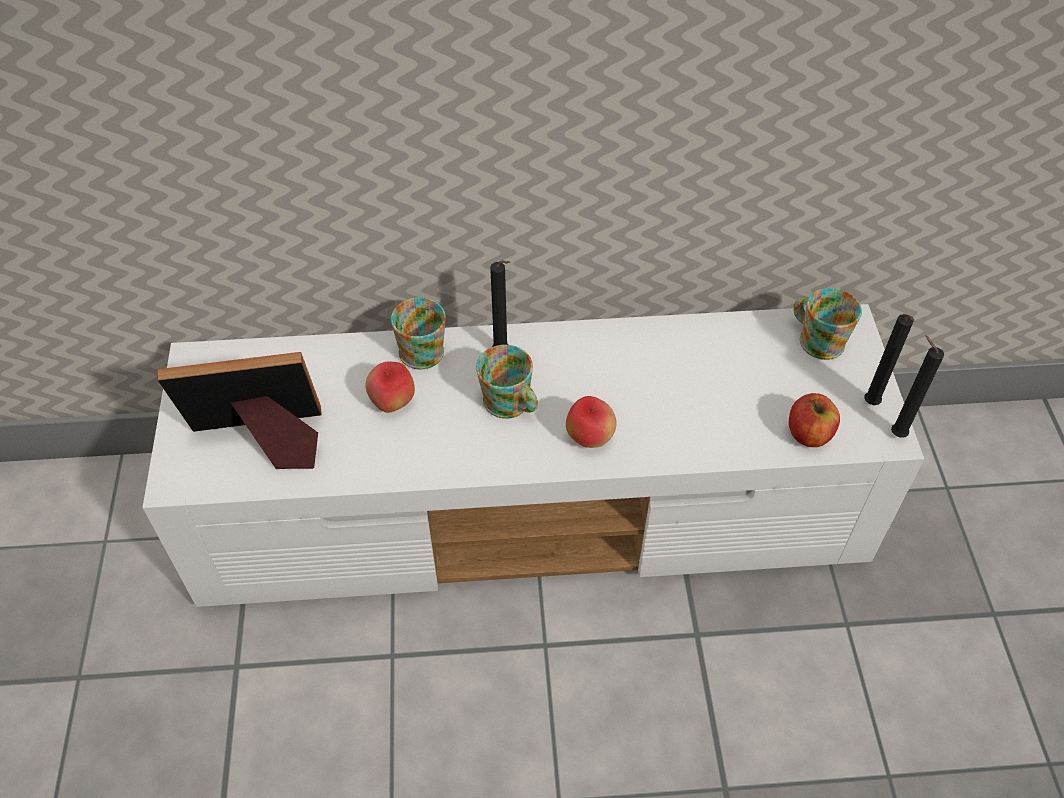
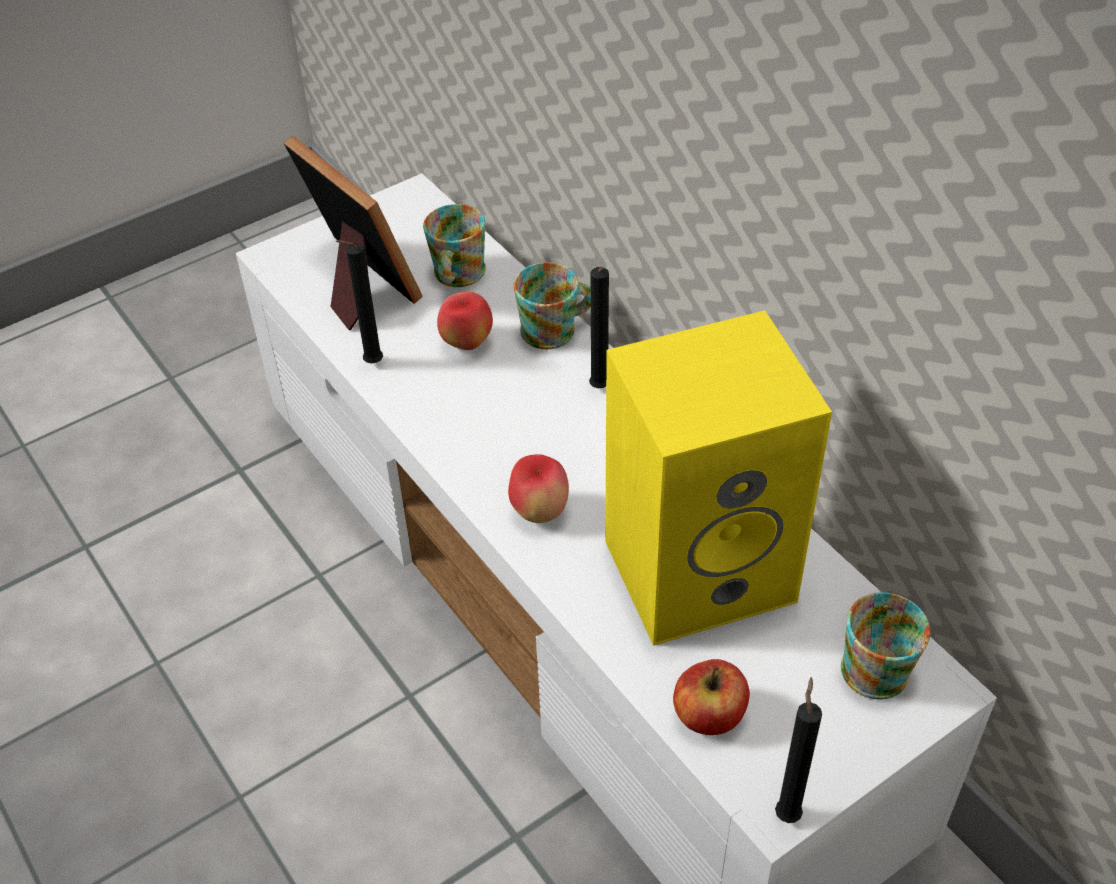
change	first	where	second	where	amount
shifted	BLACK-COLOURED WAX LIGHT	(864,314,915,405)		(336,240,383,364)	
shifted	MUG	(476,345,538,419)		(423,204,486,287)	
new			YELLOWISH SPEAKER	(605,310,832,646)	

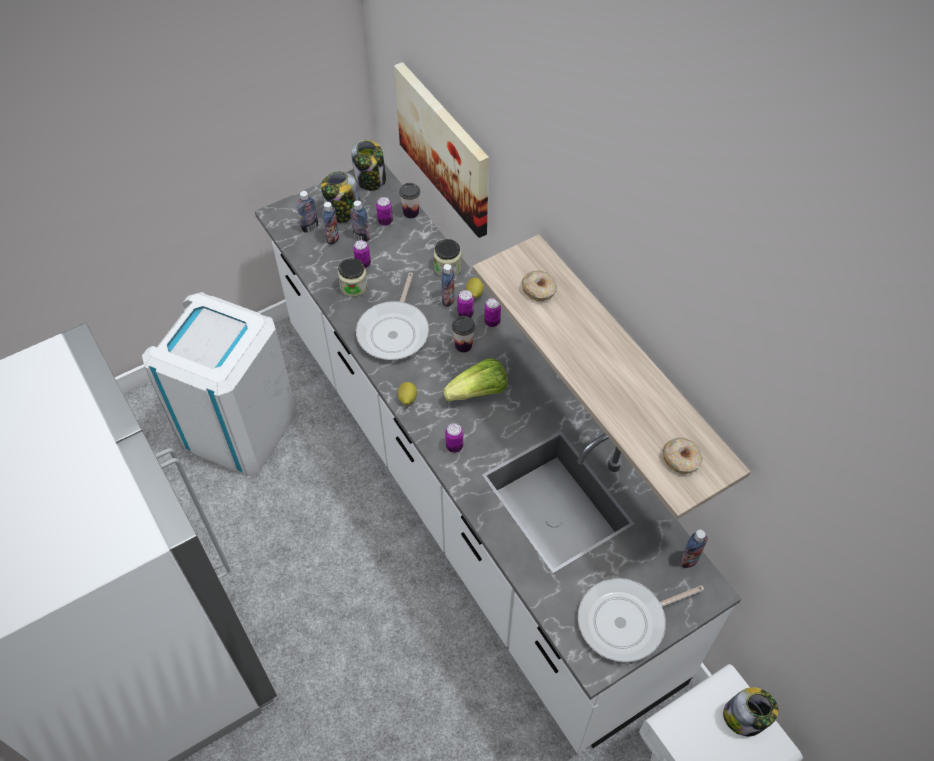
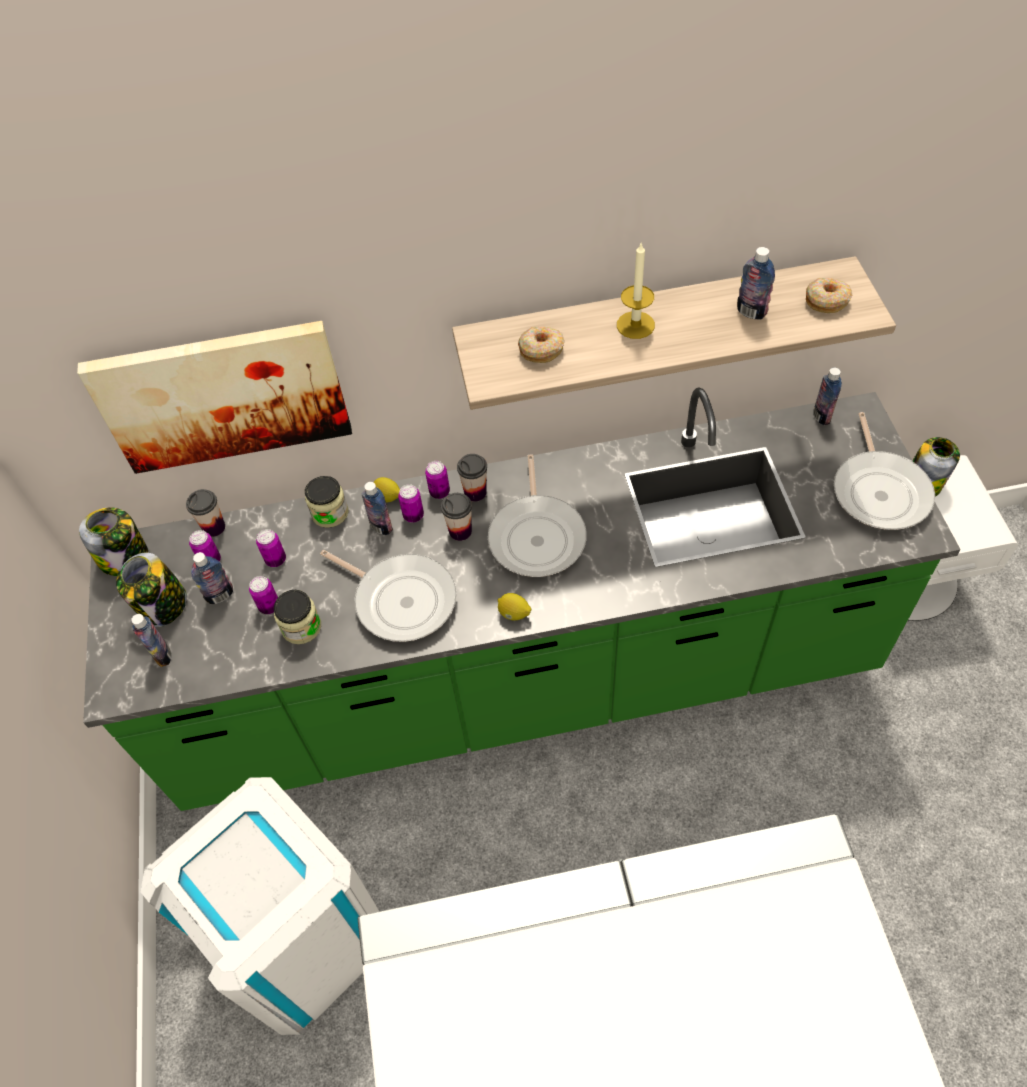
change	first	where	second	where	amount
repainted	WHITE KITCHEN BASE UNIT	(255,163,741,754)	GREEN-COLOURED KITCHEN BASE UNIT	(83,388,961,811)	
shifted	CAN	(445,423,463,453)		(256,529,286,567)	
new			DRINKING CUP	(457,454,487,502)	
swapped	LETTUCE HEAD	(443,358,508,401)	PAN	(488,454,587,577)	
new			WAX LIGHT	(617,243,655,339)	
shifted	BEVERAGE BOTTLE	(322,202,339,245)		(737,247,775,320)	

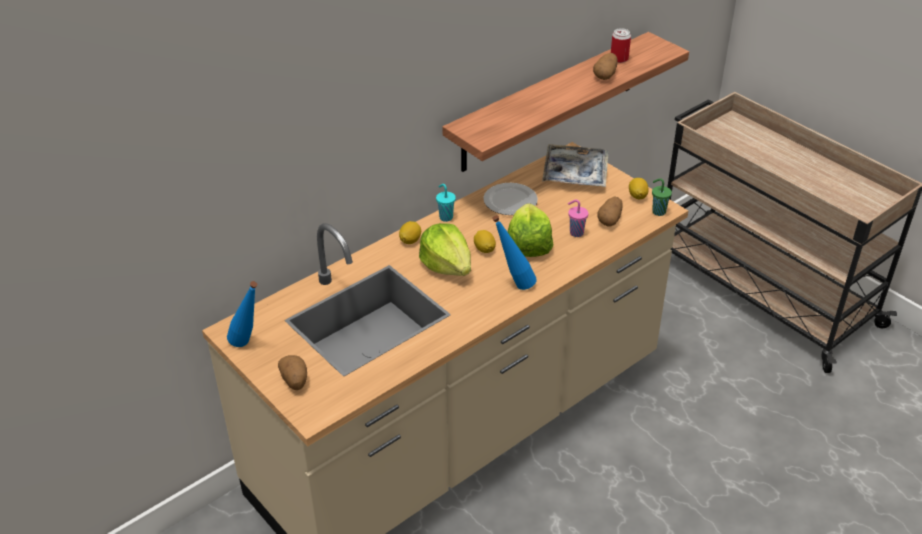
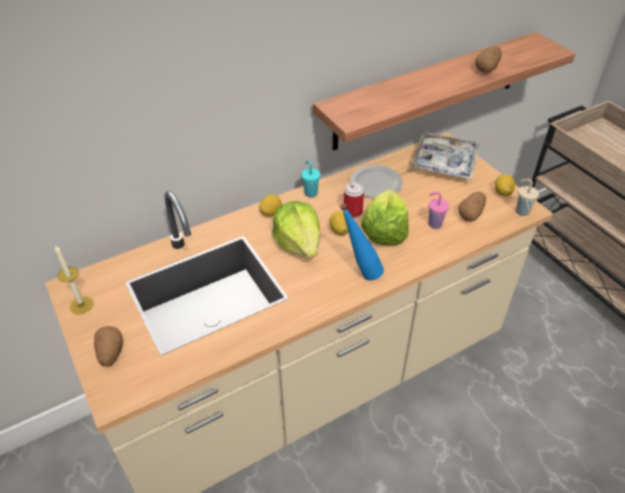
change	first	where	second	where	amount
swapped	BLUE-COLOURED BEVERAGE BOTTLE	(227,281,257,347)	WAX LIGHT	(55,246,93,314)	
shifted	CAN	(611,28,631,63)		(343,182,364,217)	
repainted	GREEN-COLOURED DRINKING CUP	(652,178,672,216)	BEIGE-COLOURED DRINKING CUP	(516,179,539,216)	

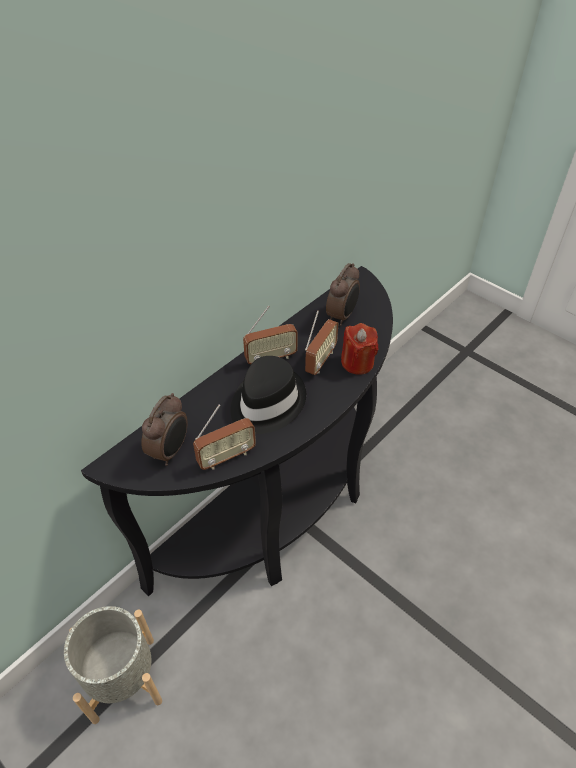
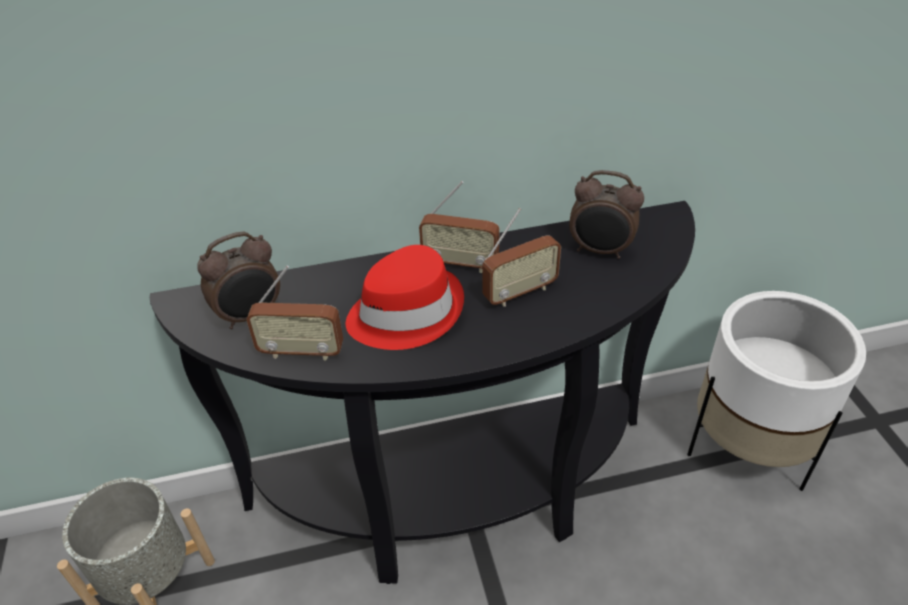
change	first	where	second	where	amount
repainted	BLACK-COLOURED CLOTHING HAT	(230,356,306,434)	REDDISH CLOTHING HAT	(346,245,464,350)	
rotated	ALARM CLOCK	(326,263,360,326)		(569,170,644,259)	45 degrees clockwise
new			WHITE FLOWER POT	(687,291,866,491)	
gone	REDDISH WAX LIGHT	(341,323,378,375)			

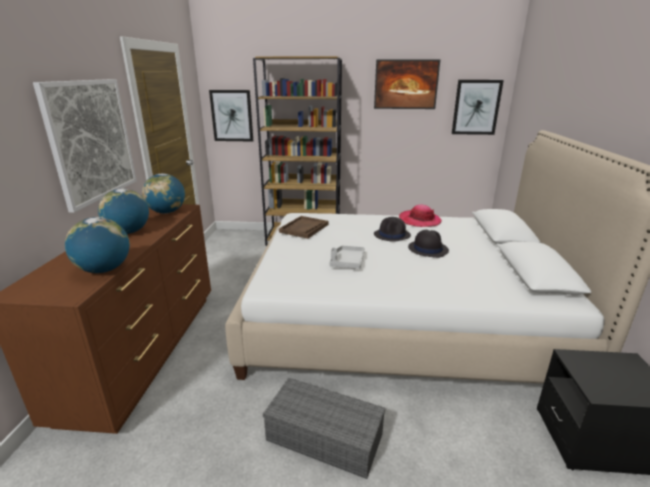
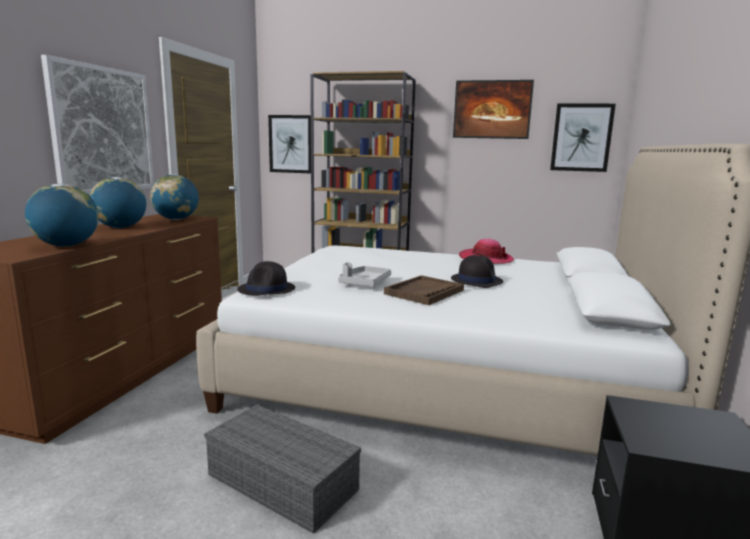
change	first	where	second	where	amount
shifted	BLACK-COLOURED CLOTHING HAT	(374,217,411,242)		(237,261,295,296)	
shifted	BROWN CARRYING TRAY	(279,216,329,239)		(384,275,464,305)	

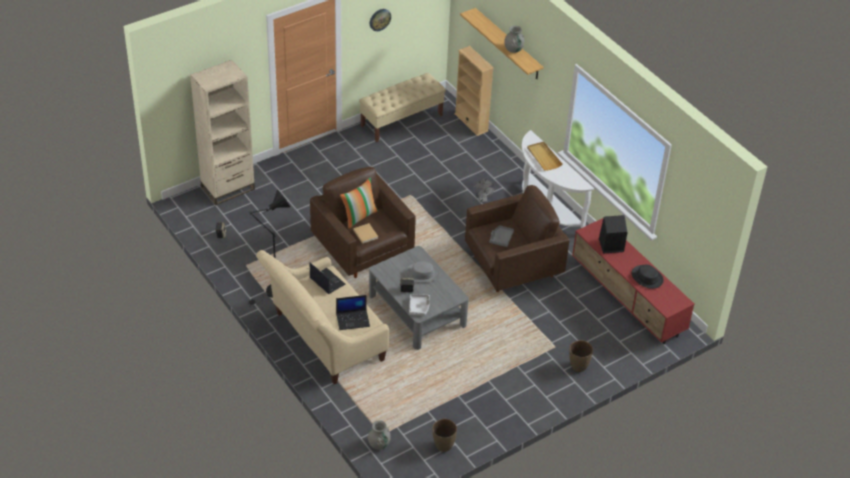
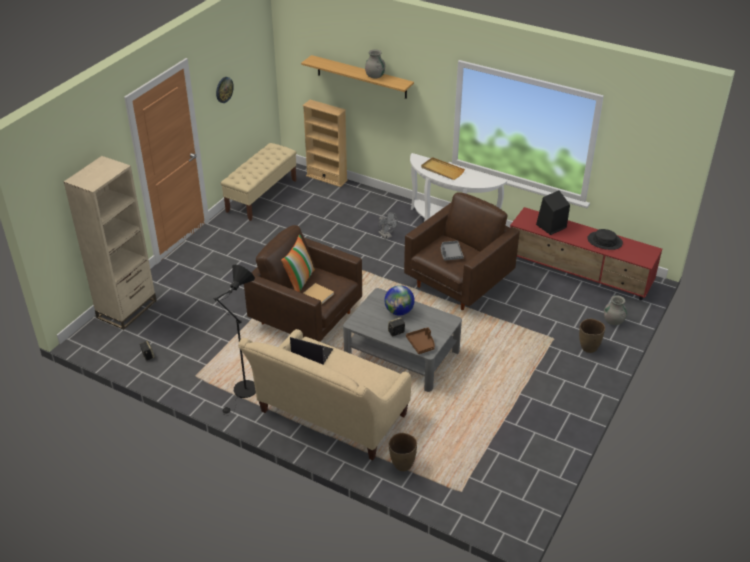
change	first	where	second	where	amount
swapped	GREY CLOTHING HAT	(405,261,440,283)	DESK GLOBE	(385,285,415,315)	
shifted	BROWN DECORATIVE VASE	(432,419,457,452)		(389,433,417,471)	
repainted	GREY CARRYING TRAY	(409,294,430,315)	BROWN CARRYING TRAY	(406,327,435,354)	
shifted	GREY DECORATIVE VASE	(368,420,391,450)		(604,295,627,325)	
gone	PORTABLE COMPUTER	(336,295,370,330)			

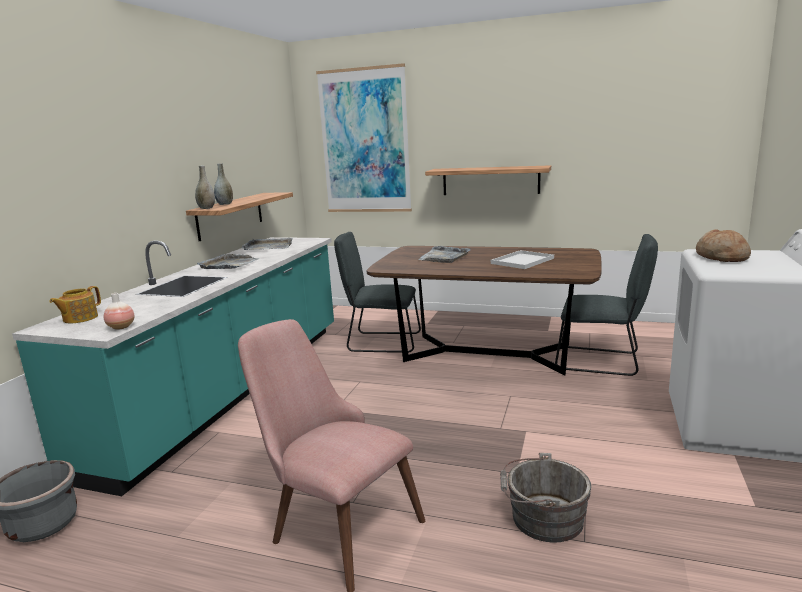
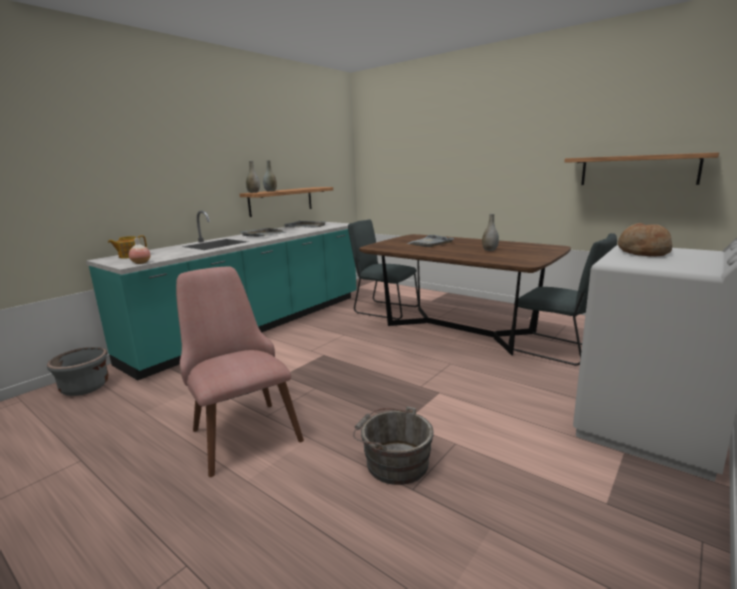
change	first	where	second	where	amount
swapped	WHITE CARRYING TRAY	(491,250,554,269)	GREY DECORATIVE VASE	(482,214,499,251)	
shifted	BRACKET SHELF	(425,165,551,195)		(565,152,719,185)	
gone	WALL ART	(316,63,412,212)			

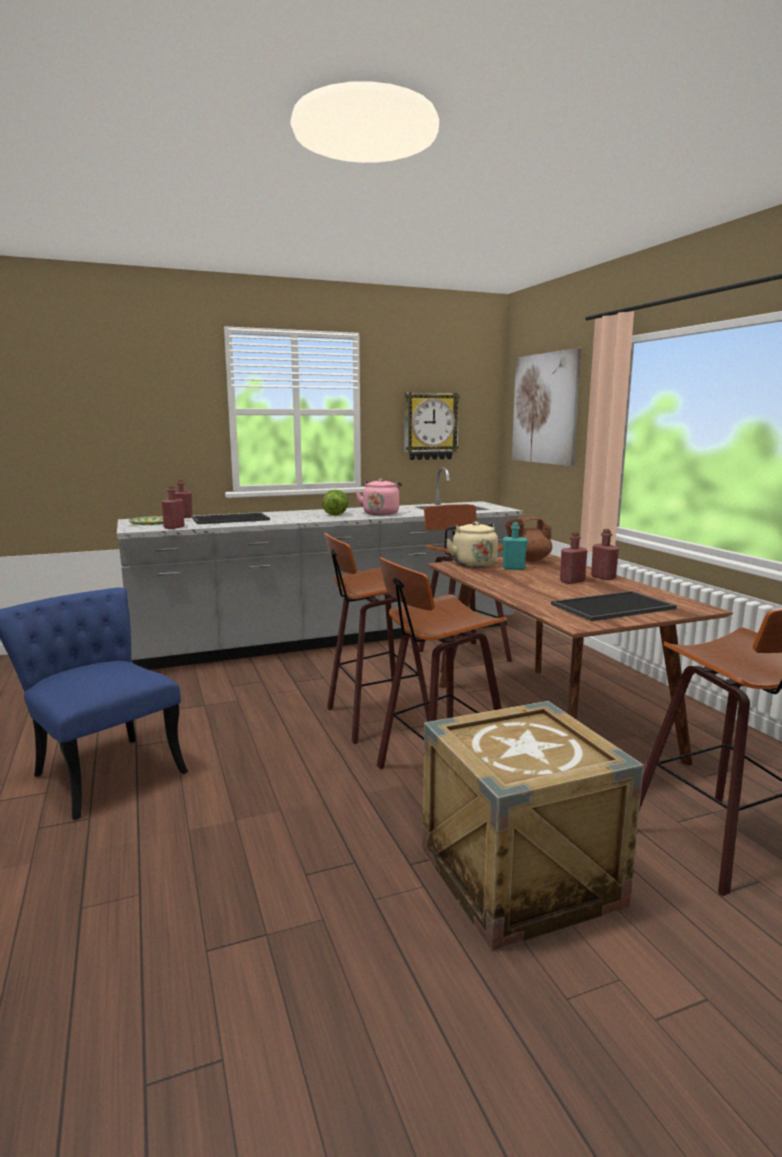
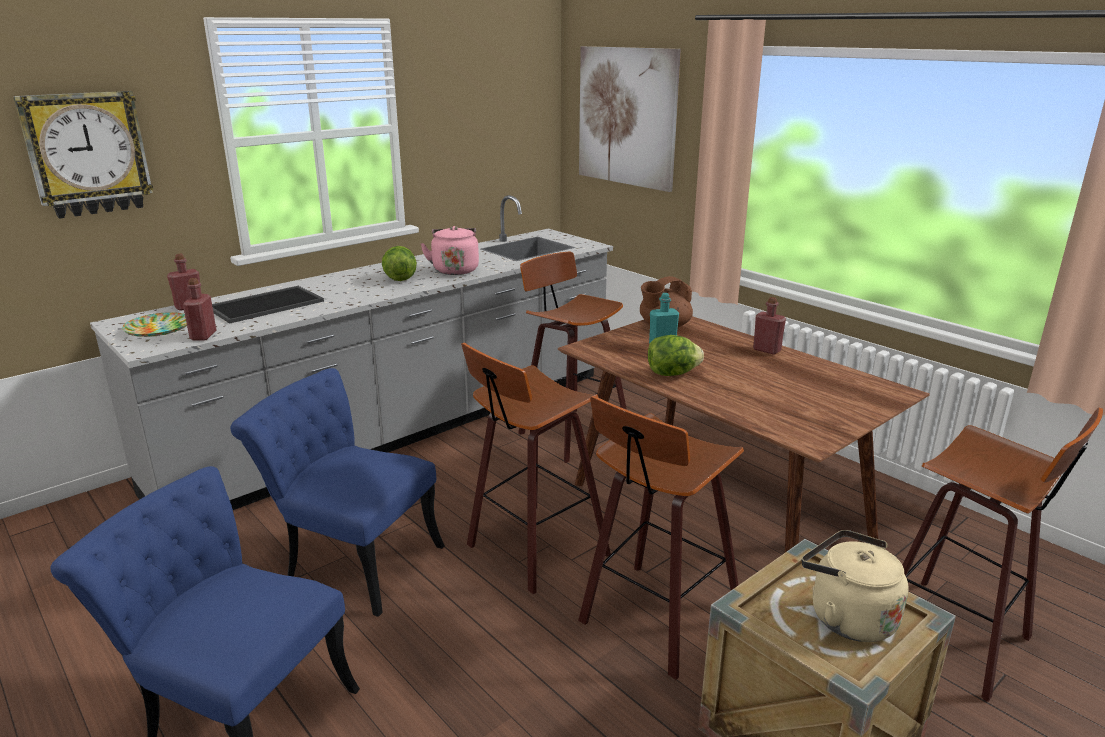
change	first	where	second	where	amount
shifted	WALL CLOCK	(404,392,460,460)		(13,91,154,219)	
new			BLUE-COLOURED PLAIN CHAIR	(230,368,445,617)	
new			LETTUCE HEAD	(648,335,704,376)	
shifted	BEIGE-COLOURED TEA KETTLE	(446,521,498,567)		(802,530,909,642)	
gone	CARRYING TRAY	(551,591,677,621)			
gone	REDDISH BEVERAGE BOTTLE	(560,532,587,584)			

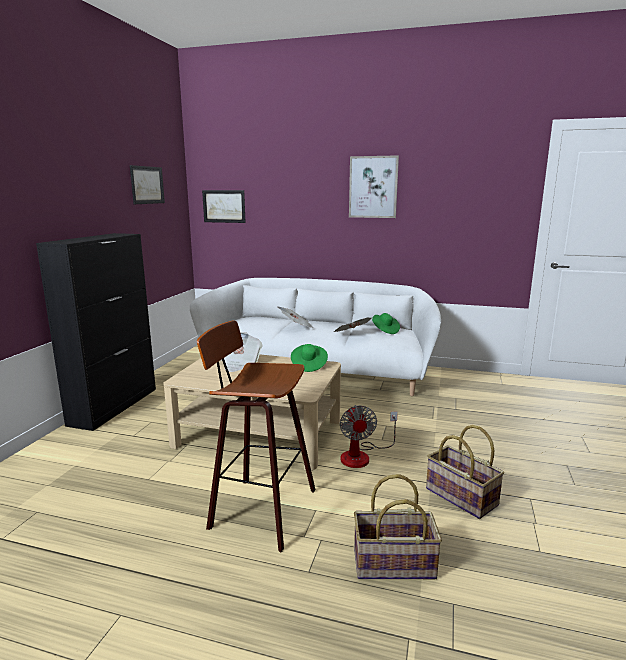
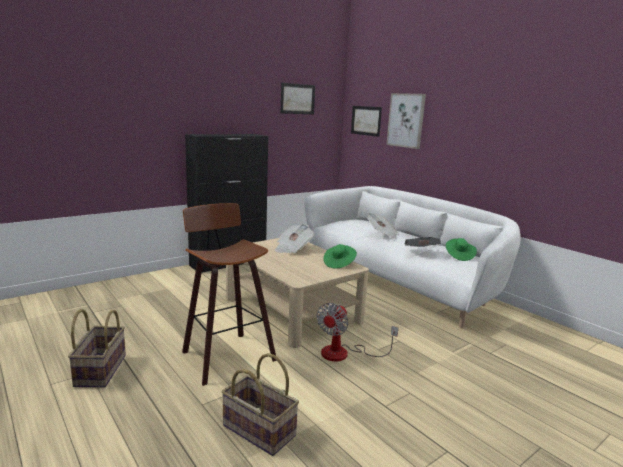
change	first	where	second	where	amount
shifted	BASKET	(426,425,504,519)		(68,309,126,387)	
shifted	WALL ART	(349,155,399,218)		(386,93,426,149)	

